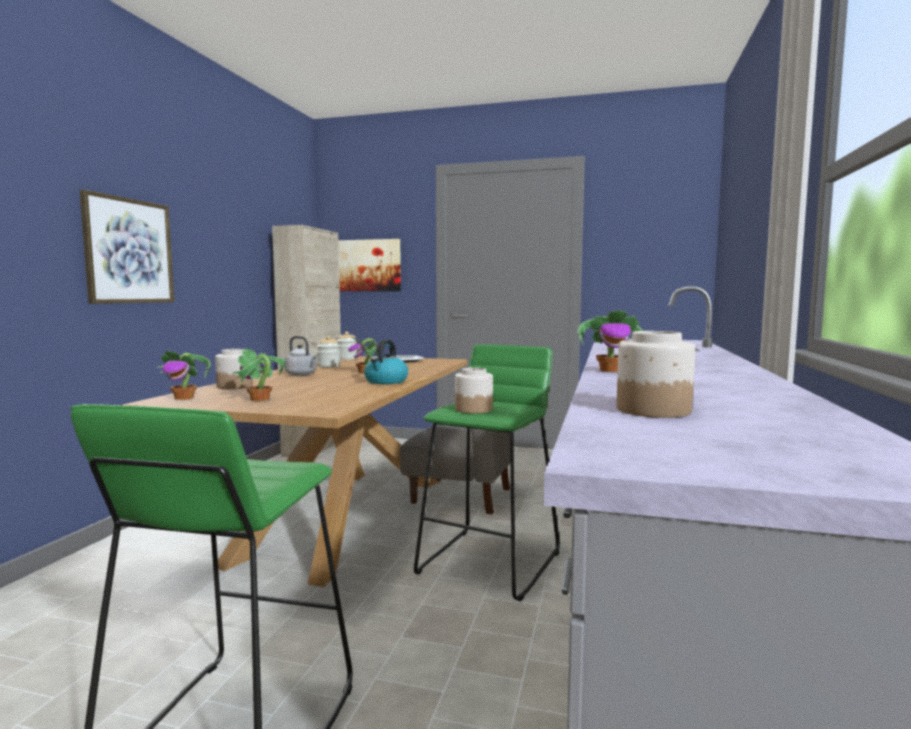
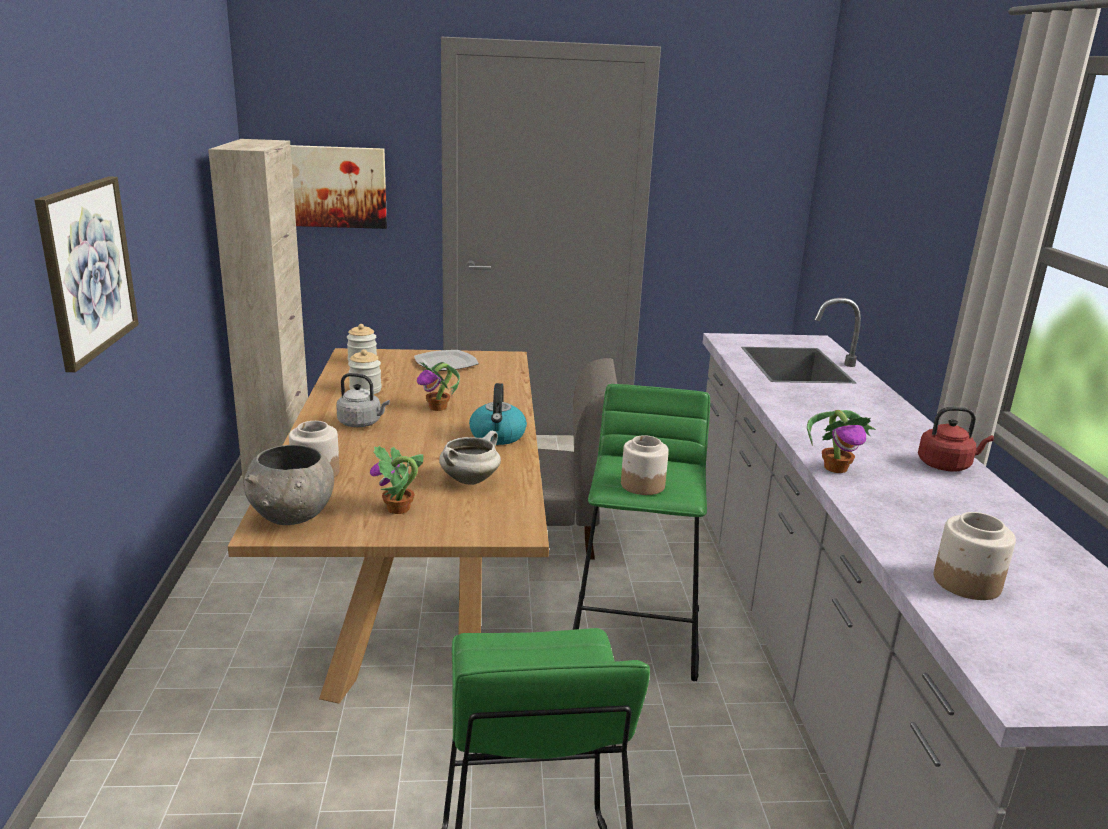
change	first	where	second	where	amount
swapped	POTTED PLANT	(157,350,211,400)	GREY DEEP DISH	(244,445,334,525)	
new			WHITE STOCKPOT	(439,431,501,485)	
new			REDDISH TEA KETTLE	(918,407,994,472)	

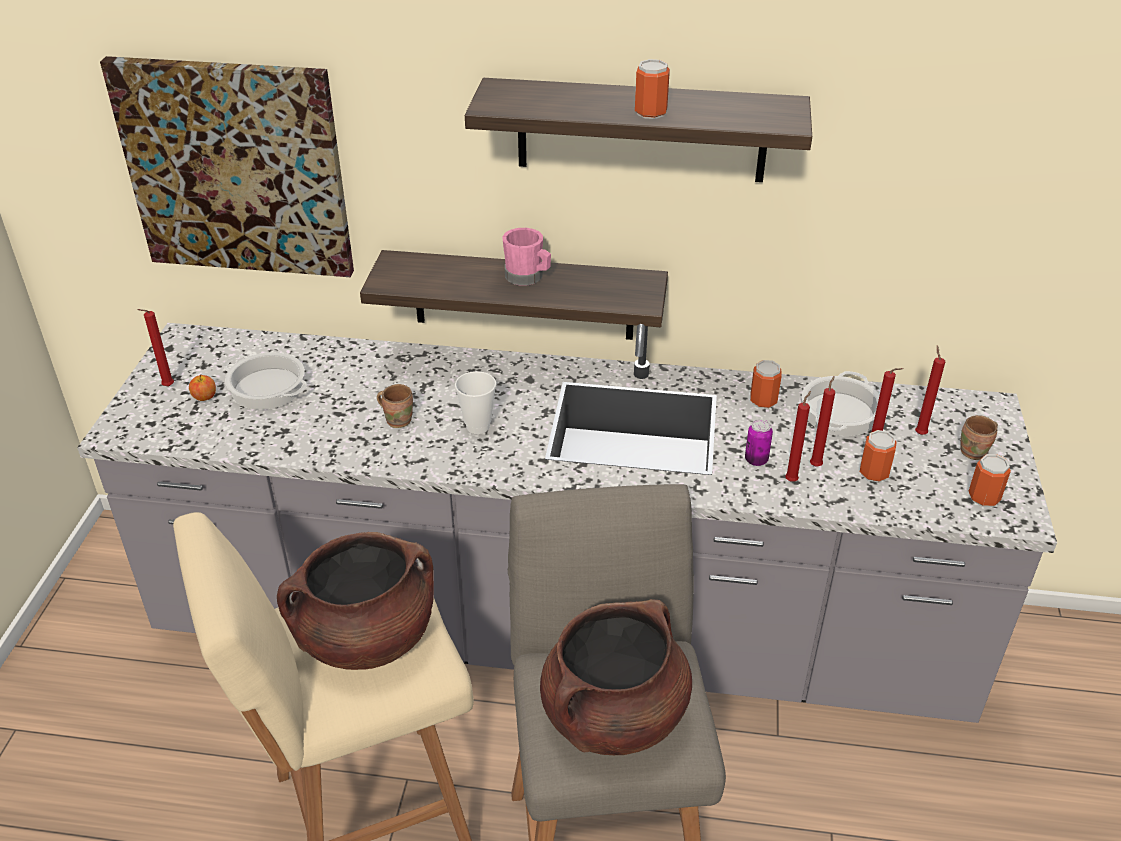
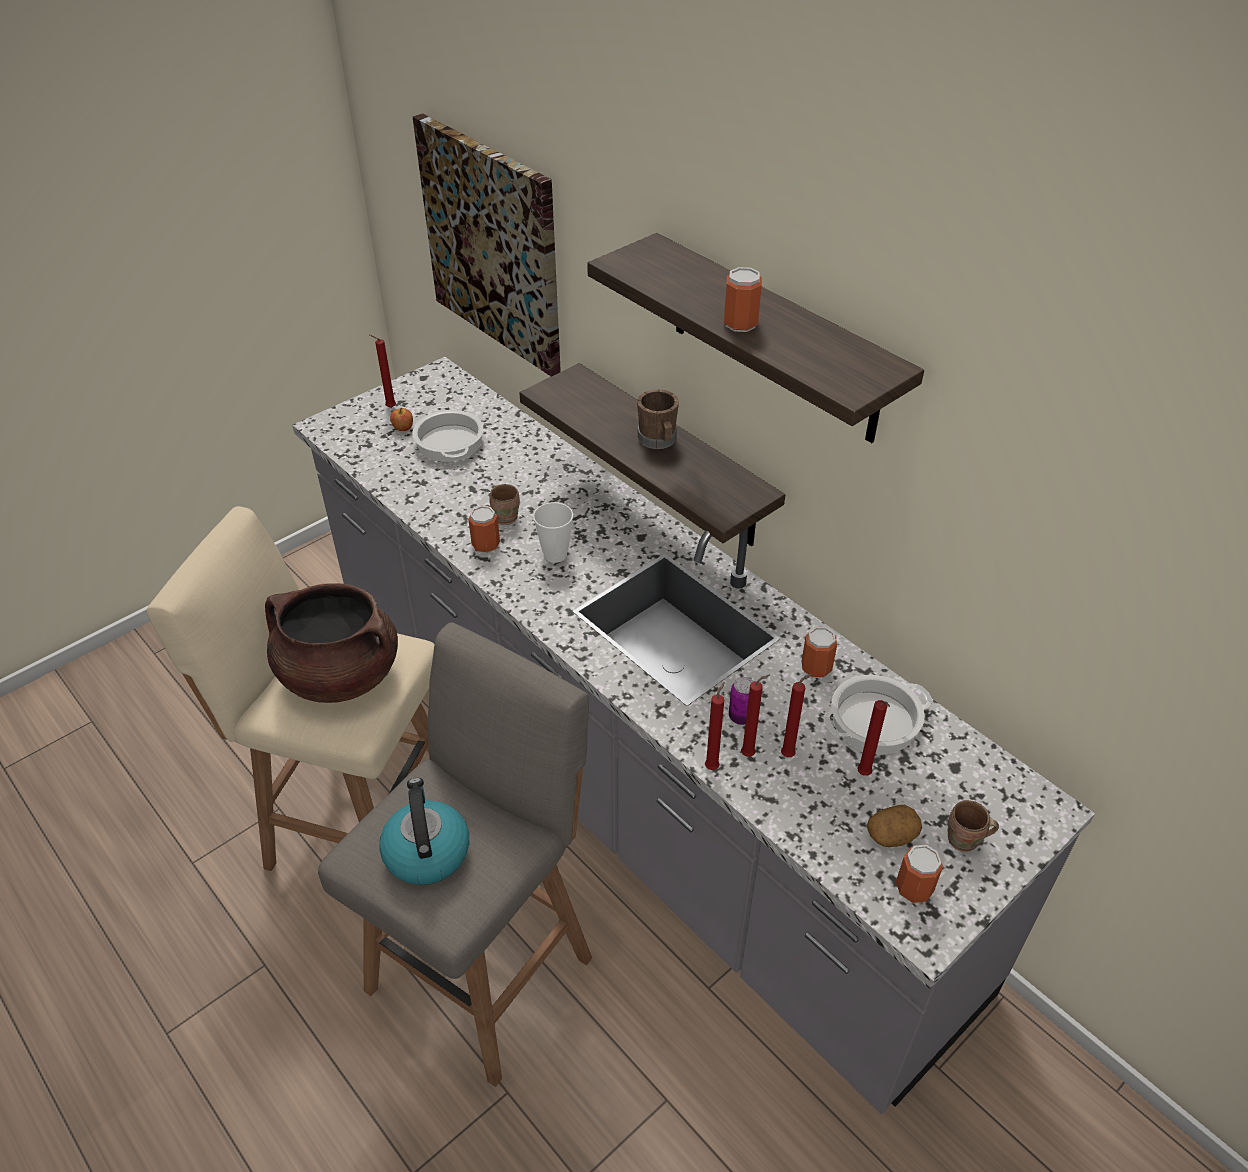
change	first	where	second	where	amount
swapped	BROWN STOCKPOT	(540,599,692,755)	TEA KETTLE	(379,778,469,885)	
shifted	CAN	(860,430,896,482)		(468,505,500,553)	
repainted	PINK-COLOURED MUG	(503,228,551,286)	BROWN MUG	(637,389,679,449)	
shifted	REDDISH WAX LIGHT	(915,345,945,435)		(705,682,725,770)	
new			POTATO	(867,805,922,847)	

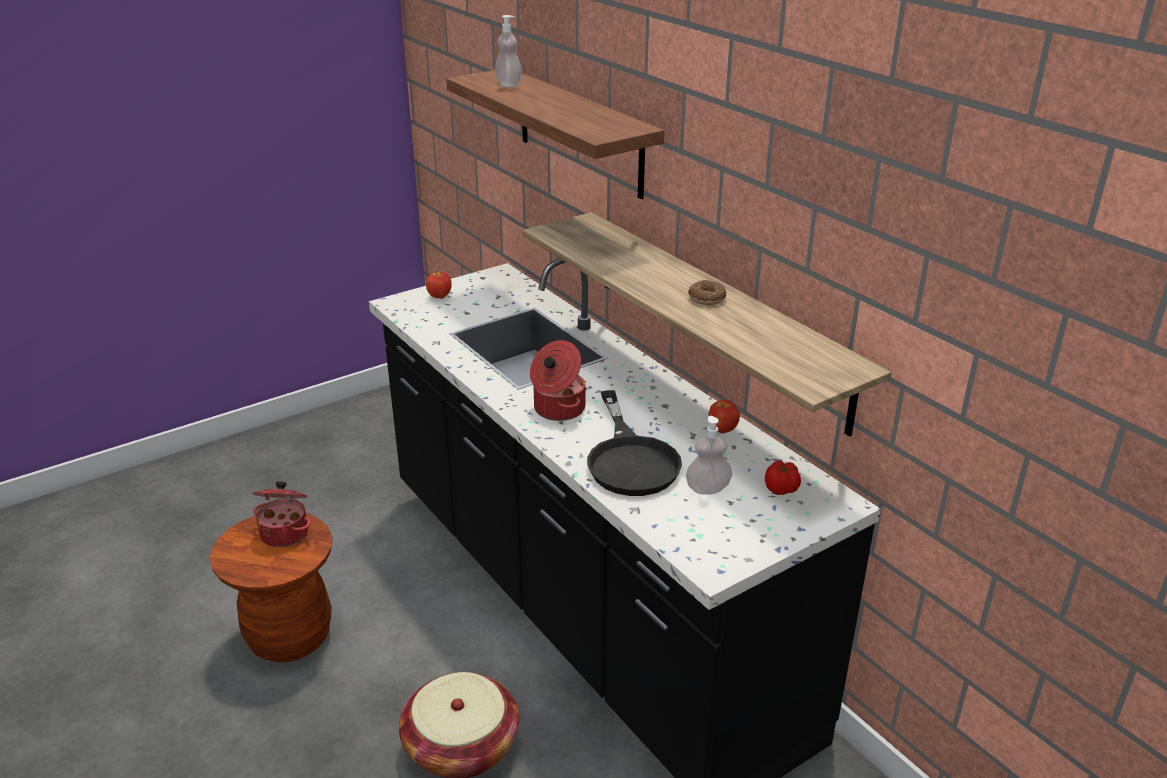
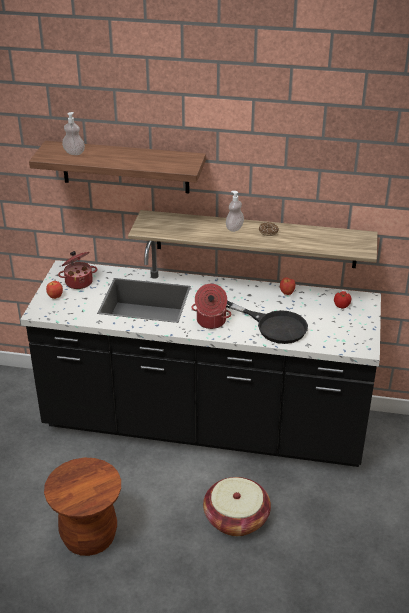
change	first	where	second	where	amount
shifted	STOCKPOT	(253,481,311,547)		(58,251,97,289)	
shifted	LIQUID SOAP BOTTLE	(686,416,733,495)		(226,191,244,232)	

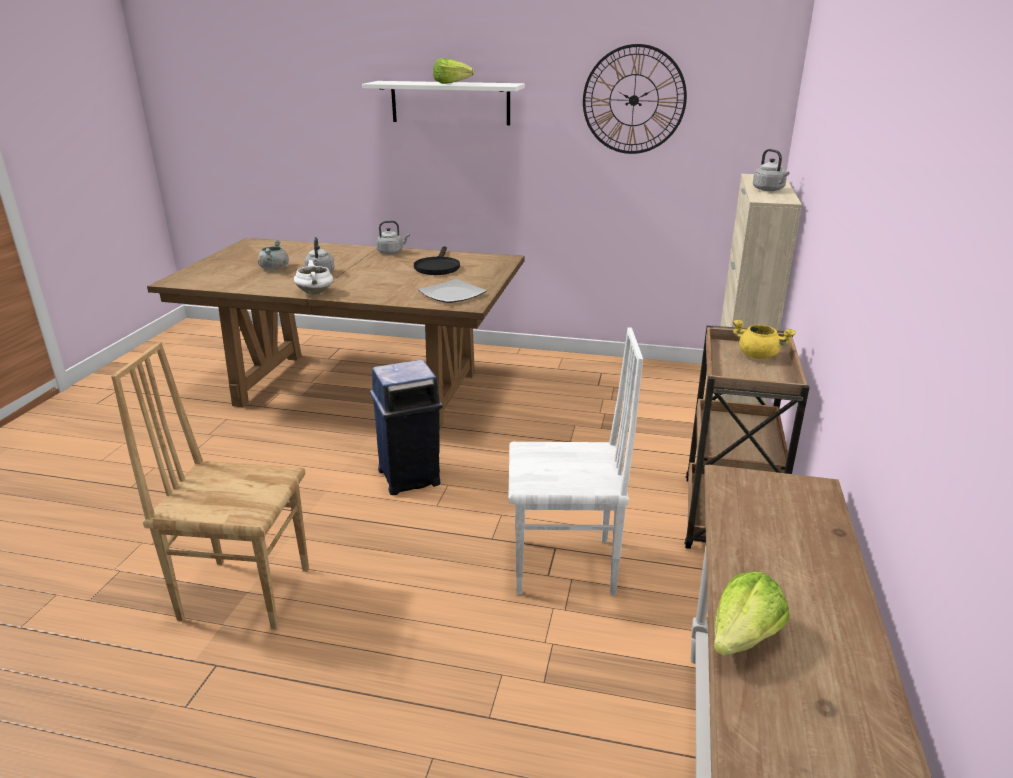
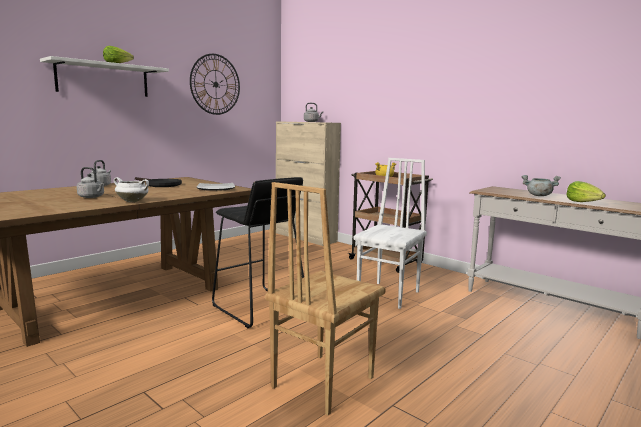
change	first	where	second	where	amount
swapped	BLUE-COLOURED WASTE BIN	(370,360,443,495)	BLACK-COLOURED SITTING STOOL	(212,177,304,328)	
shifted	GREY STOCKPOT	(258,240,289,270)		(522,175,561,196)	

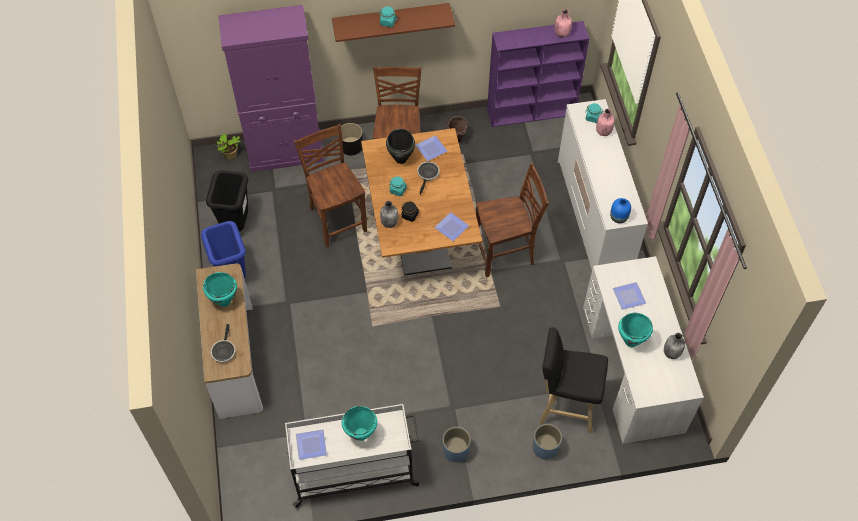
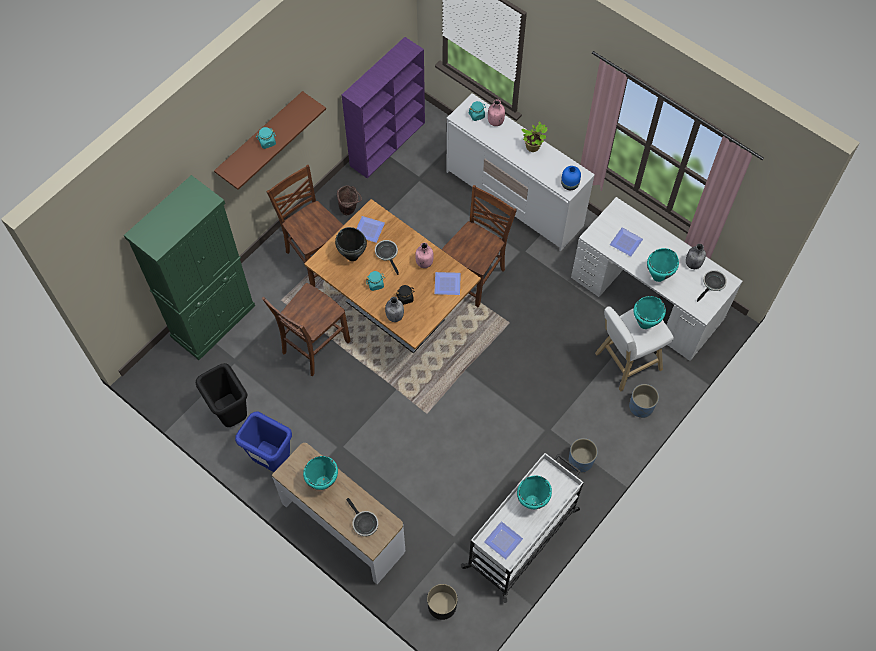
change	first	where	second	where	amount
repainted	PURPLE-COLOURED STORAGE CABINET	(218,5,324,172)	GREEN-COLOURED STORAGE CABINET	(124,175,255,360)	
rotated	BROWN PLAIN CHAIR	(294,124,367,248)		(262,283,350,376)	75 degrees counterclockwise
shifted	PINK-COLOURED BEVERAGE BOTTLE	(554,9,572,38)		(415,243,434,268)	
shifted	BLACK-COLOURED FLOWER POT	(338,123,363,155)		(427,584,458,620)	
shifted	POTTED PLANT	(217,134,241,159)		(521,122,547,152)	
repainted	BLACK-COLOURED SITTING STOOL	(539,327,608,433)	WHITE SITTING STOOL	(595,306,674,392)	
new			BLUE-GREEN STOCKPOT	(633,296,666,329)	
new			PAN	(697,270,727,302)	

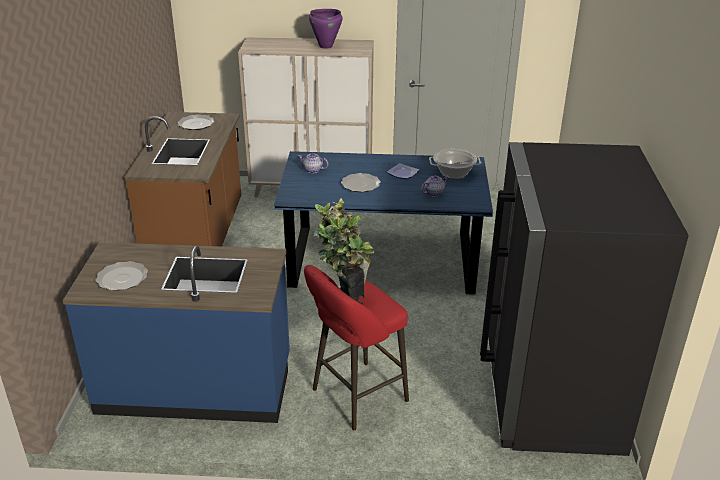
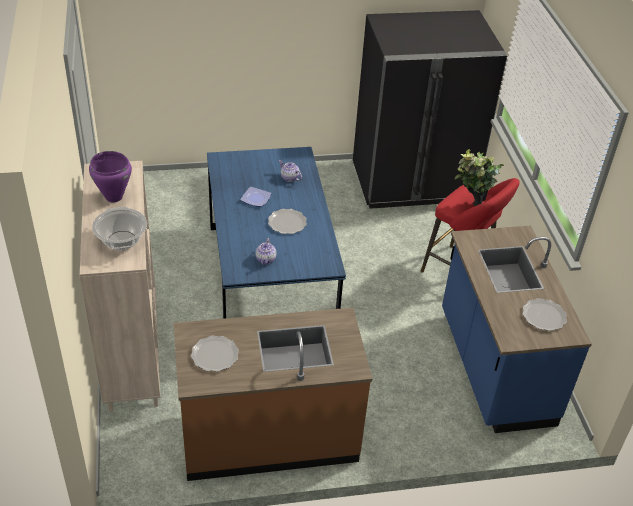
change	first	where	second	where	amount
shifted	STOCKPOT	(429,149,481,179)		(92,206,147,250)	

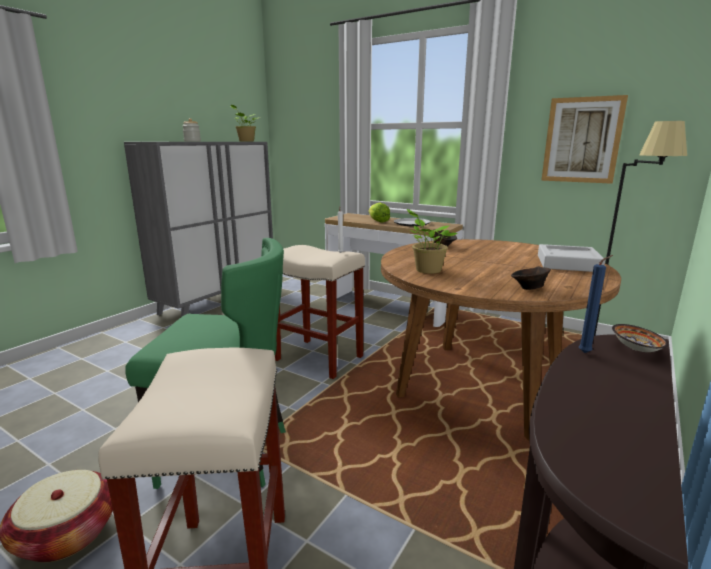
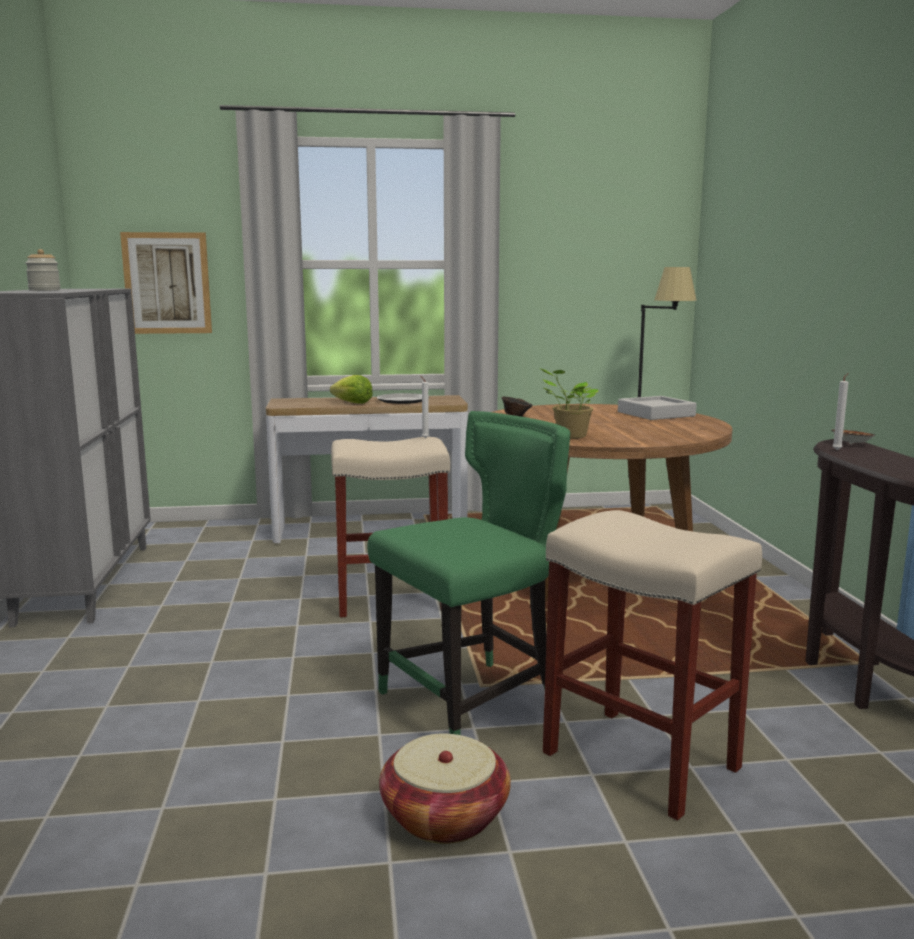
change	first	where	second	where	amount
shifted	WALL ART	(541,95,628,184)		(120,232,212,334)	
repainted	BLUE-COLOURED WAX LIGHT	(579,255,613,353)	WHITE WAX LIGHT	(832,373,849,450)	
gone	POTTED PLANT	(231,105,258,142)			
gone	BROWN DEEP DISH	(511,266,551,290)			

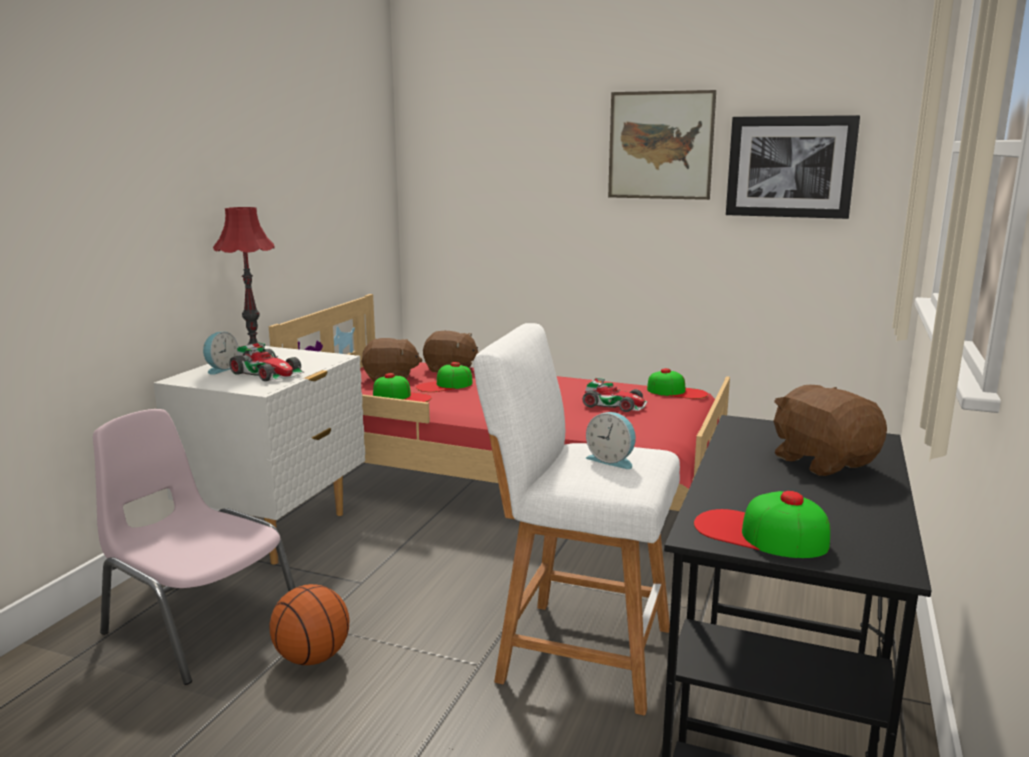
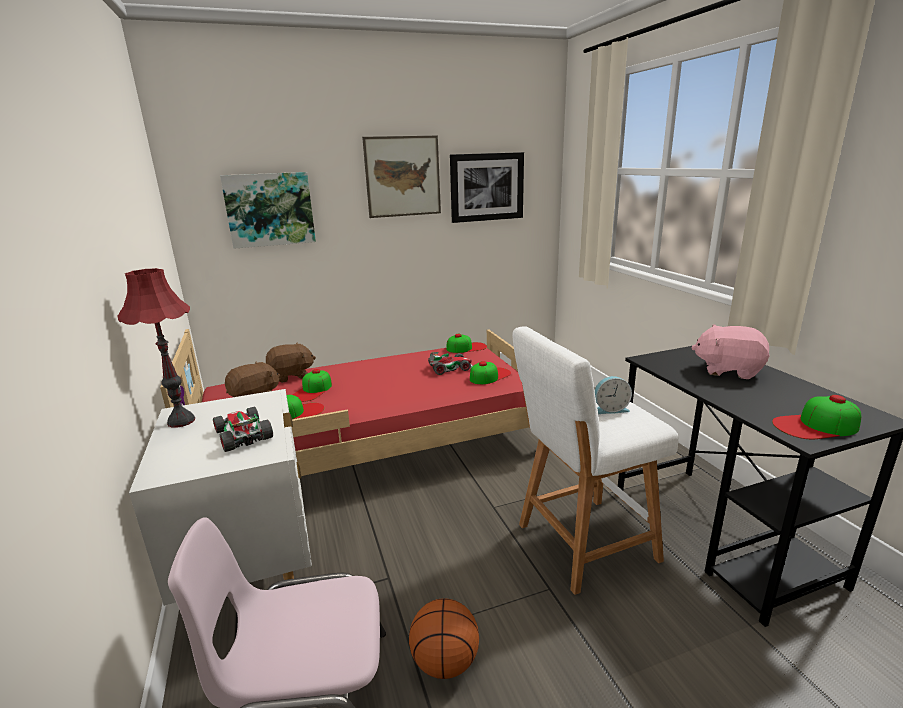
change	first	where	second	where	amount
rotated	TOY CAR	(229,342,304,381)		(213,407,273,452)	120 degrees counterclockwise
new			WALL ART	(220,172,316,249)	
new			BASEBALL CAP	(470,361,511,384)	
repainted	BROWN PLUSH TOY	(773,385,887,476)	PINK-COLOURED PLUSH TOY	(691,325,770,379)	
gone	ALARM CLOCK	(203,332,238,375)			

